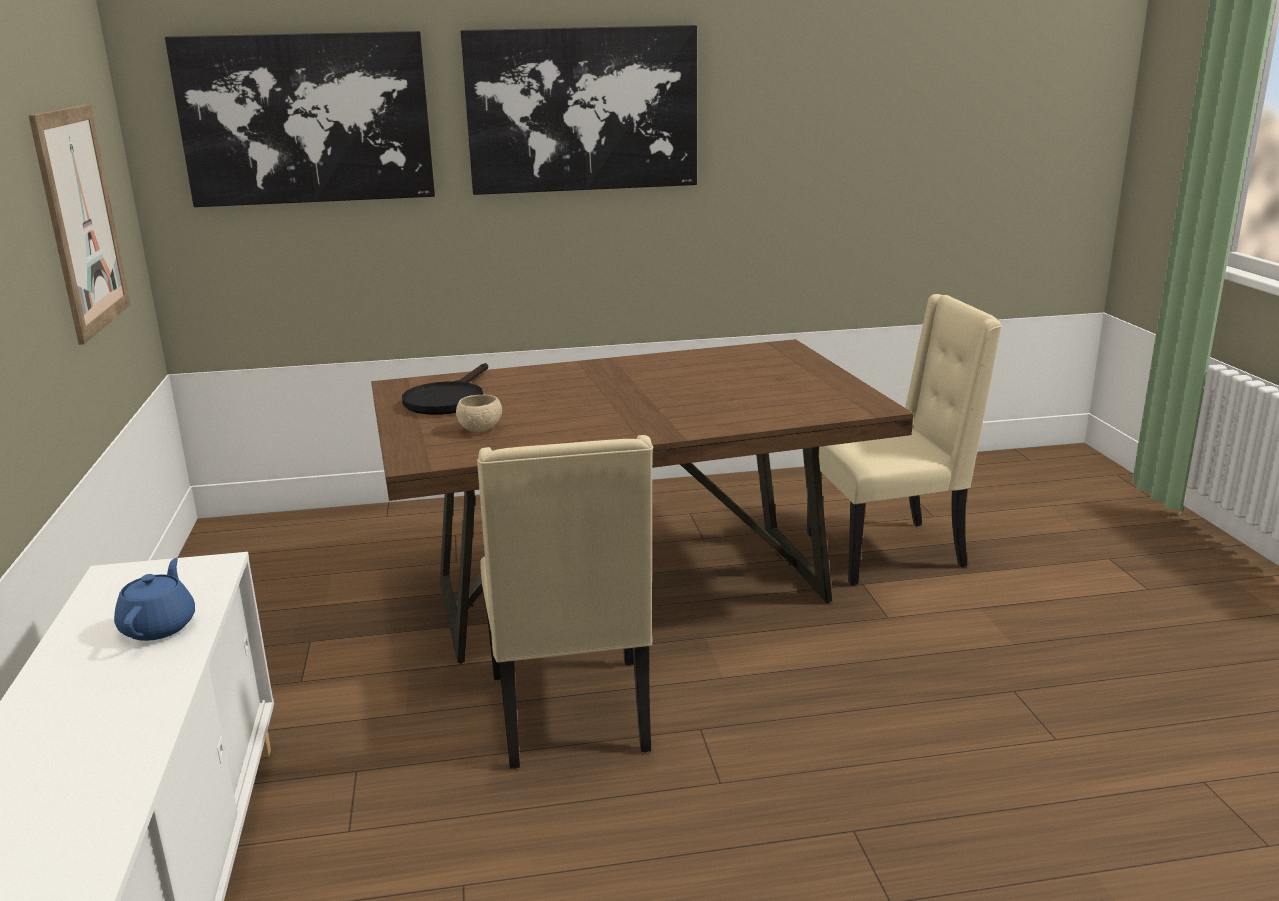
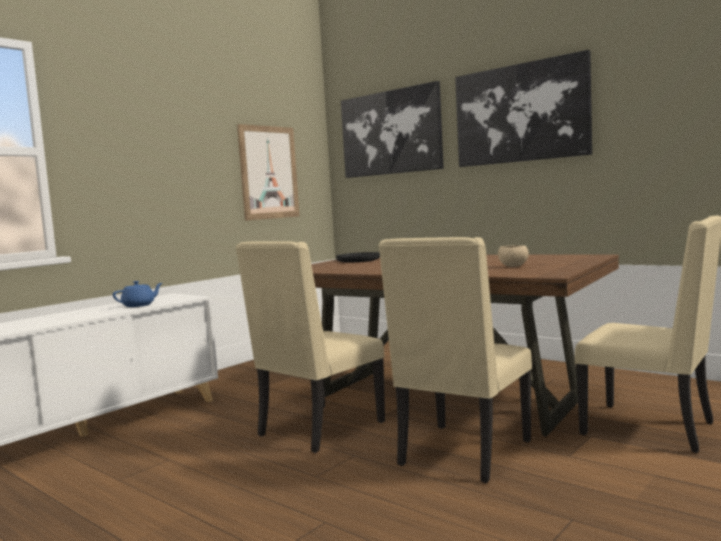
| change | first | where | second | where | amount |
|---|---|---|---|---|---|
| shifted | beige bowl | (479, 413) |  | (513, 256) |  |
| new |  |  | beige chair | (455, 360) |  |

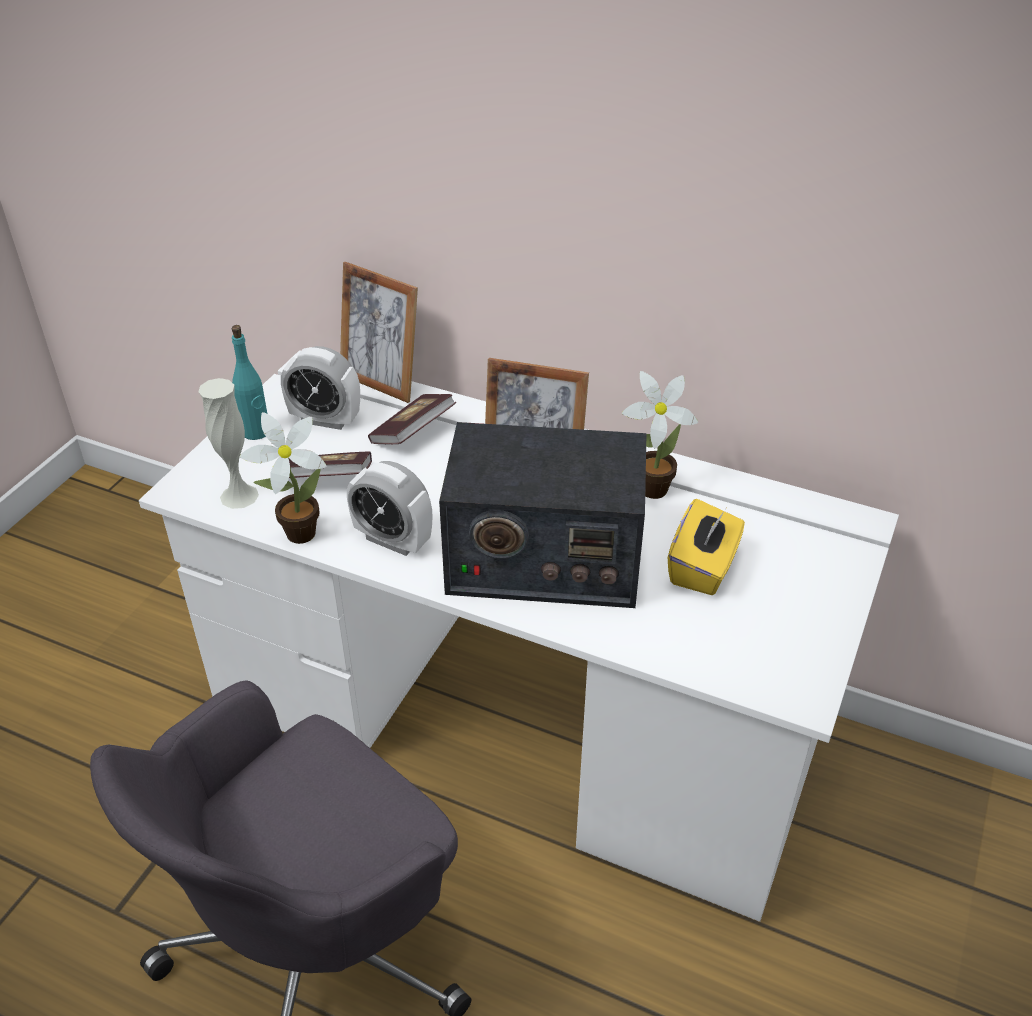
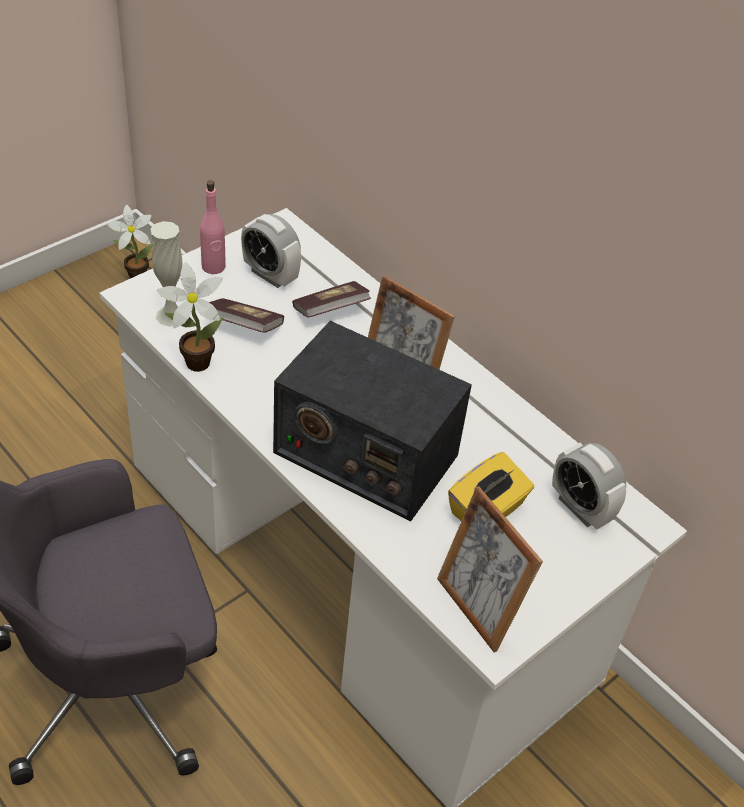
| change | first | where | second | where | amount |
|---|---|---|---|---|---|
| repainted | turquoise bottle | (249, 382) | pink bottle | (213, 227) |  |
| shifted | picture frame | (379, 332) |  | (490, 569) |  |
| shifted | alarm clock | (389, 508) |  | (589, 485) |  |
| shifted | potted plant | (660, 435) |  | (130, 242) |  |

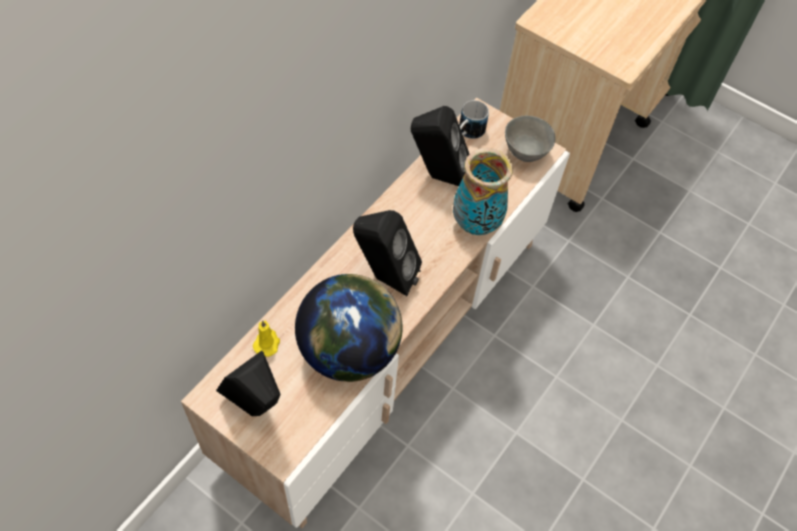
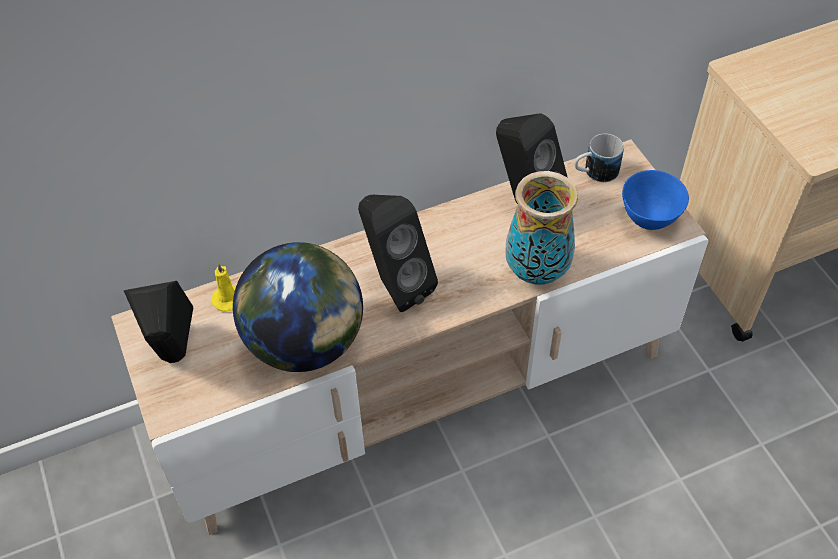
| change | first | where | second | where | amount |
|---|---|---|---|---|---|
| repainted | grey bowl | (530, 139) | blue bowl | (655, 200) |  |

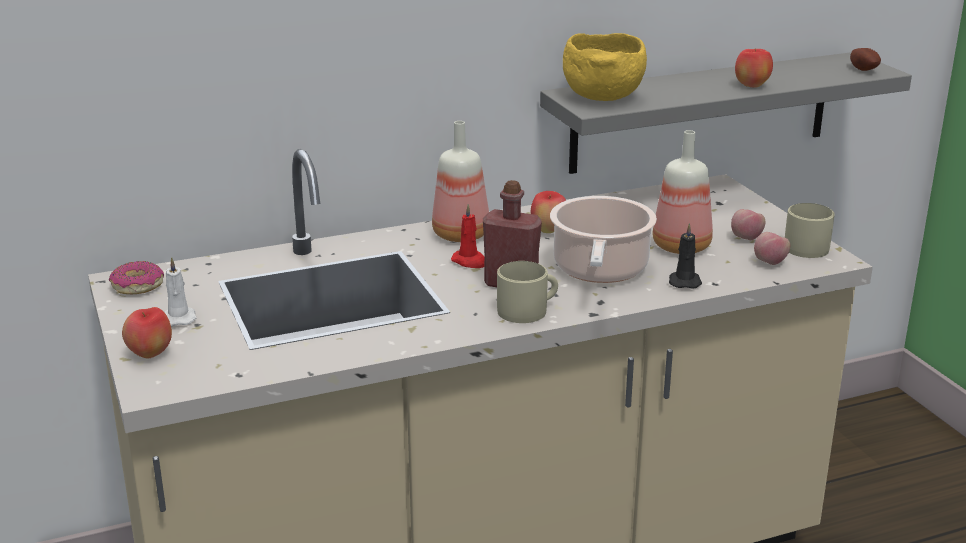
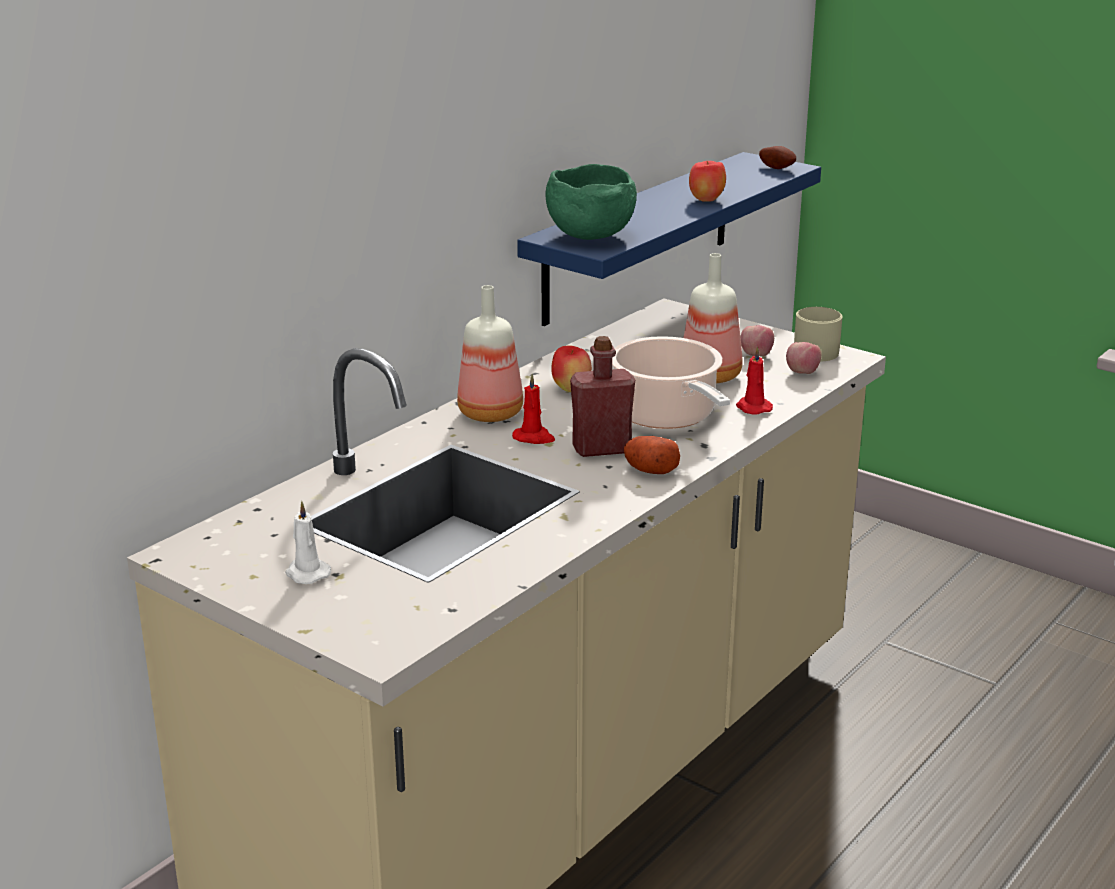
| change | first | where | second | where | amount |
|---|---|---|---|---|---|
| gone | donut | (136, 277) |  |  |  |
| gone | apple | (147, 332) |  |  |  |
| swapped | beige mug | (527, 292) | potato | (652, 455) |  |
| repainted | grey shelf | (726, 113) | blue shelf | (669, 239) |  |
| repainted | yellow bowl | (605, 67) | green bowl | (591, 202) |  |
| repainted | black candle | (685, 256) | red candle | (754, 380) |  |

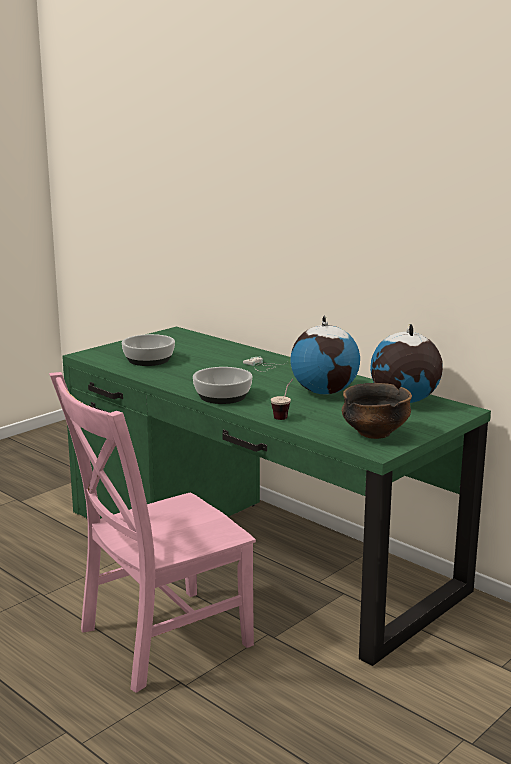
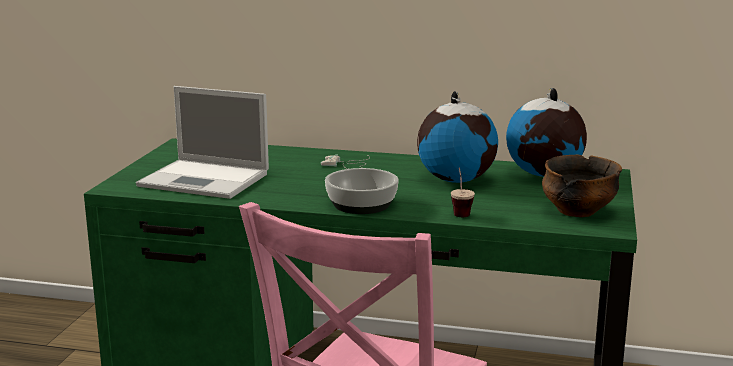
| change | first | where | second | where | amount |
|---|---|---|---|---|---|
| swapped | bowl | (148, 350) | laptop | (202, 142) |  |

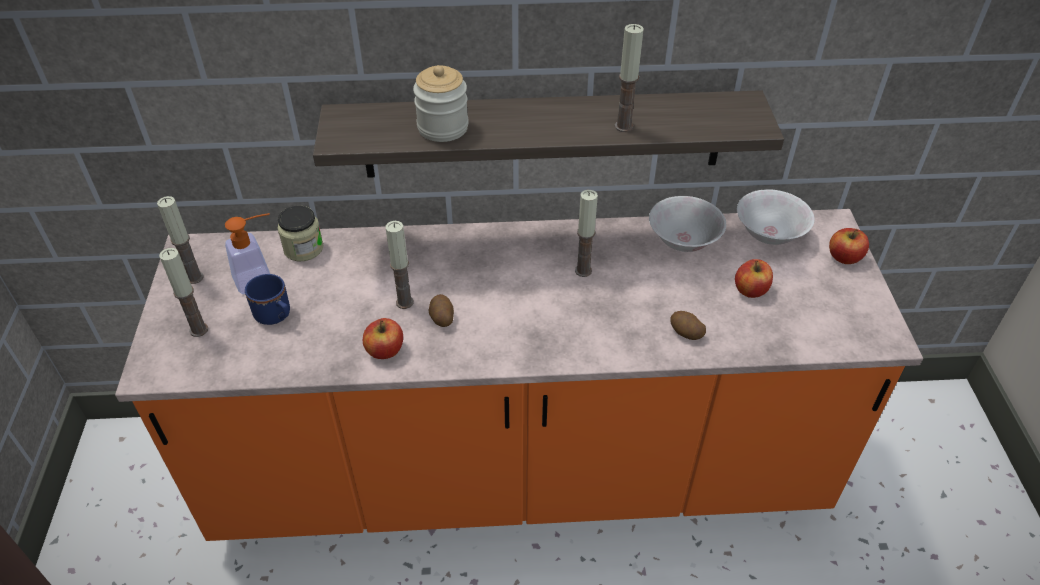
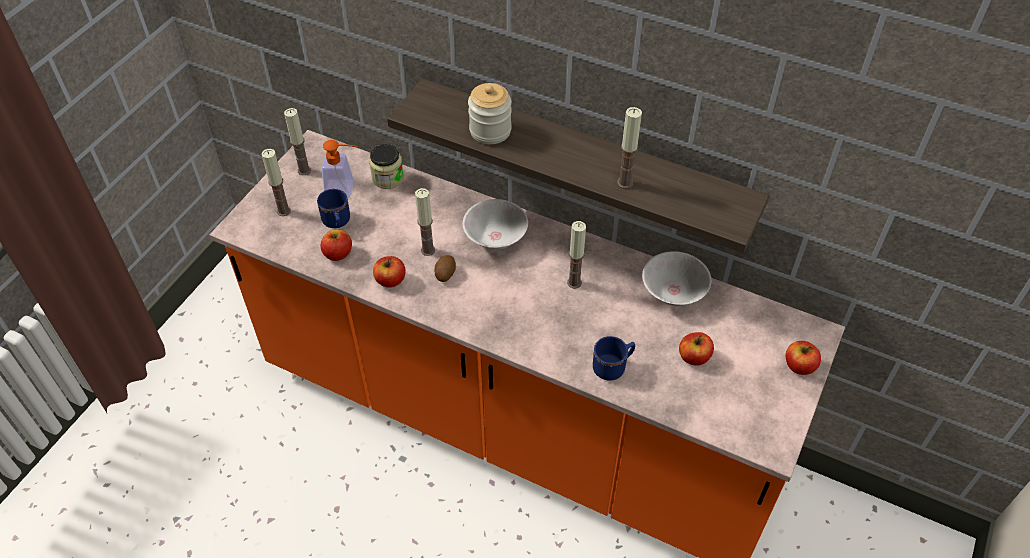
| change | first | where | second | where | amount |
|---|---|---|---|---|---|
| swapped | potato | (688, 325) | blue mug | (614, 358) |  |
| shifted | white bowl | (776, 217) |  | (495, 224) |  |
| new |  |  | apple | (336, 245) |  |

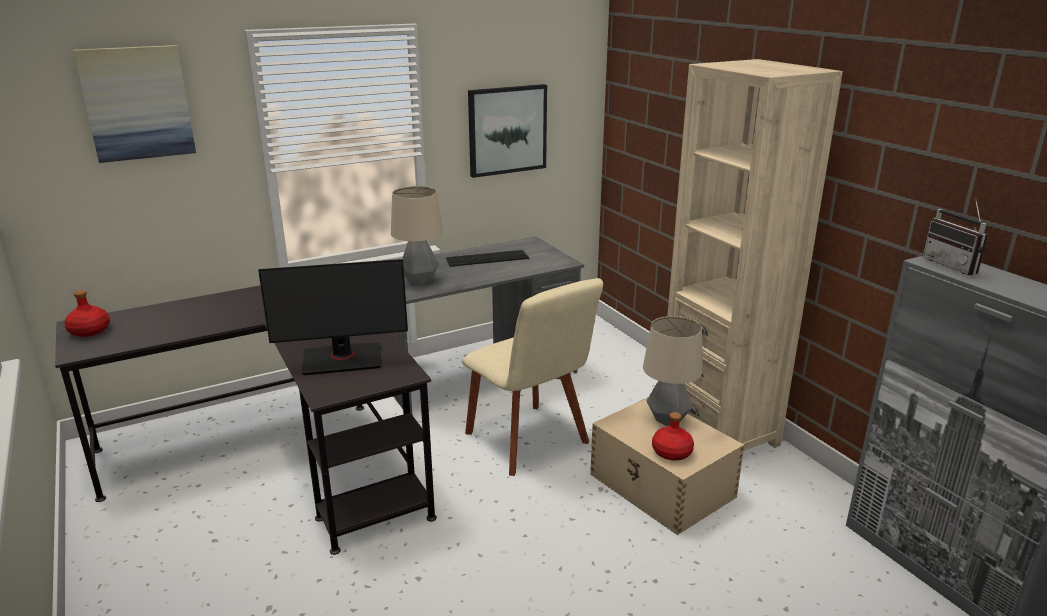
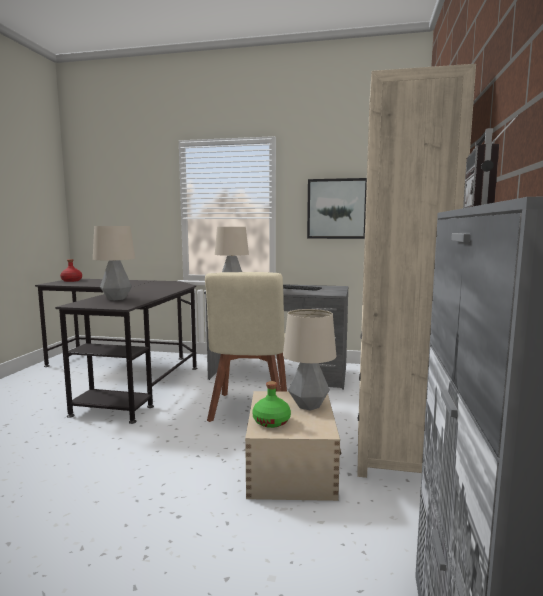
| change | first | where | second | where | amount |
|---|---|---|---|---|---|
| gone | picture | (134, 104) |  |  |  |
| swapped | monitor | (333, 317) | table lamp | (114, 263) |  |
| repainted | red bottle | (673, 436) | green bottle | (271, 404) |  |

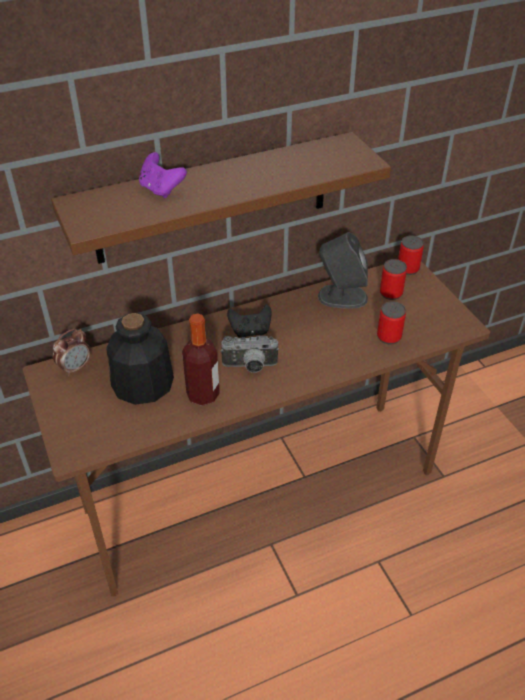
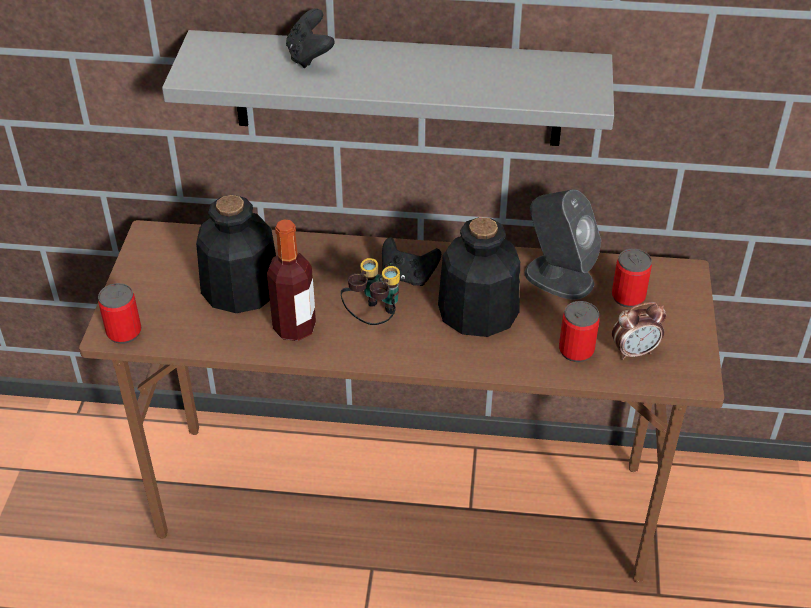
| change | first | where | second | where | amount |
|---|---|---|---|---|---|
| repainted | brown shelf | (221, 198) | grey shelf | (388, 88) |  |
| shifted | alarm clock | (71, 352) |  | (639, 331) |  |
| repainted | purple game controller | (163, 175) | black game controller | (310, 38) |  |
| swapped | photo camera | (250, 354) | binoculars | (370, 291) |  |
| shifted | can | (411, 255) |  | (119, 313) |  |
| new |  |  | bottle | (479, 277) |  |

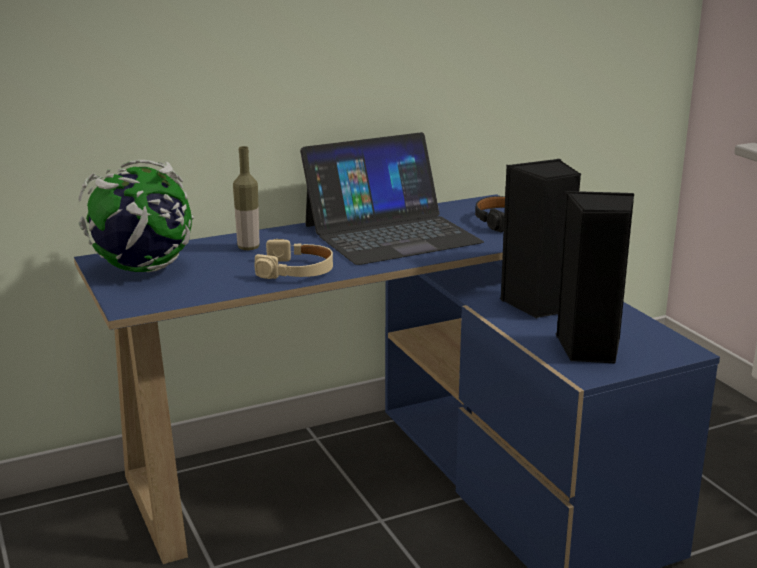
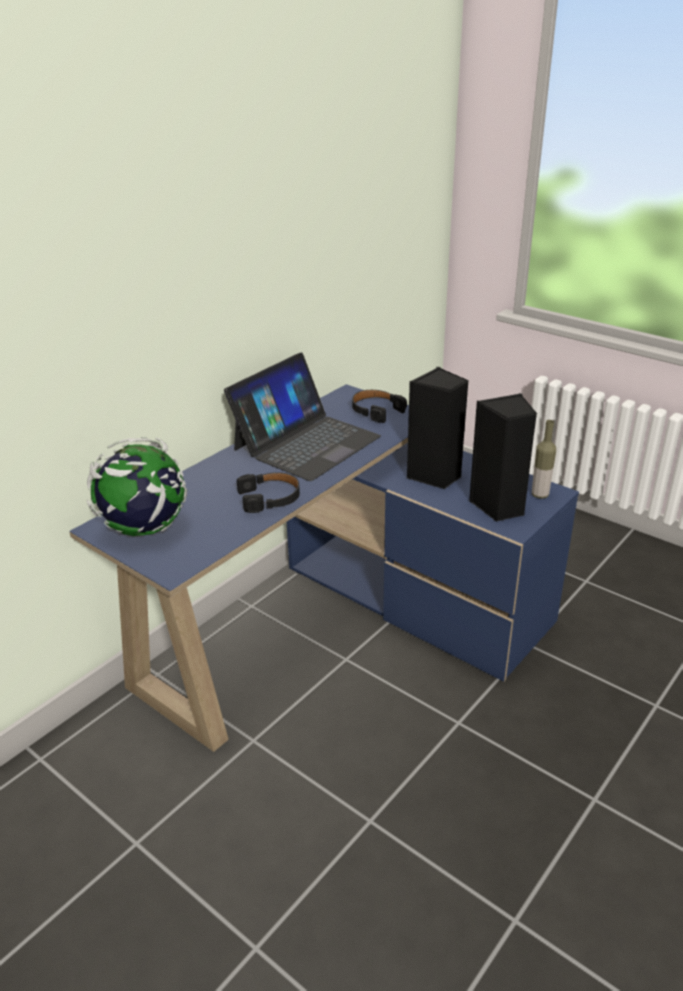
| change | first | where | second | where | amount |
|---|---|---|---|---|---|
| shifted | bottle | (246, 198) |  | (544, 459) |  |
| repainted | beige headphones | (294, 259) | black headphones | (268, 492) |  |

